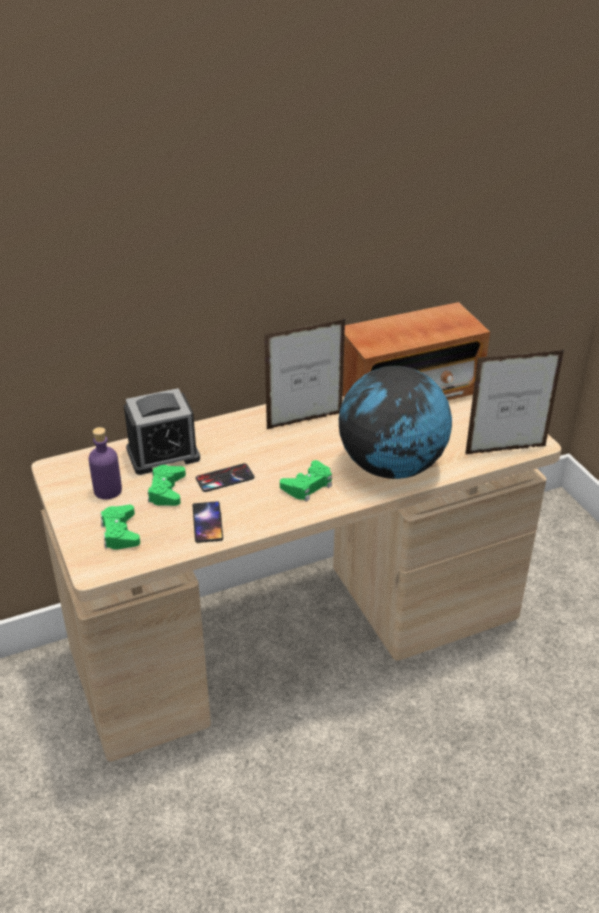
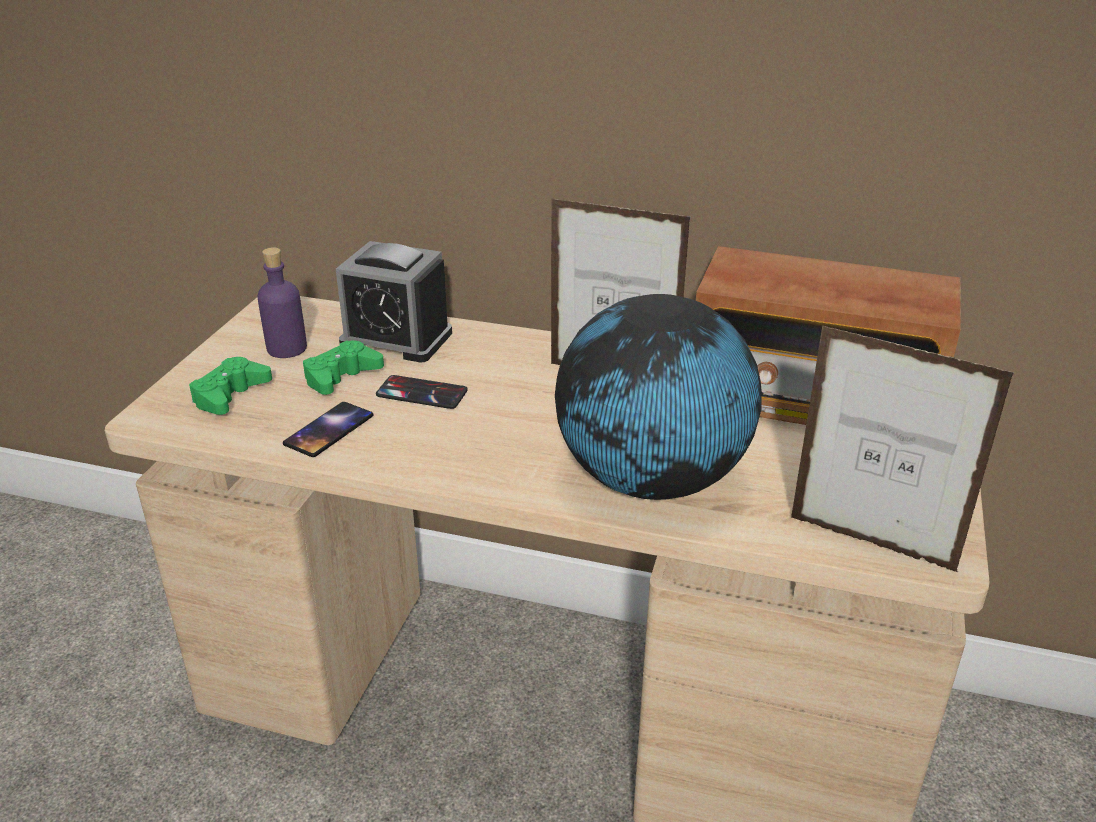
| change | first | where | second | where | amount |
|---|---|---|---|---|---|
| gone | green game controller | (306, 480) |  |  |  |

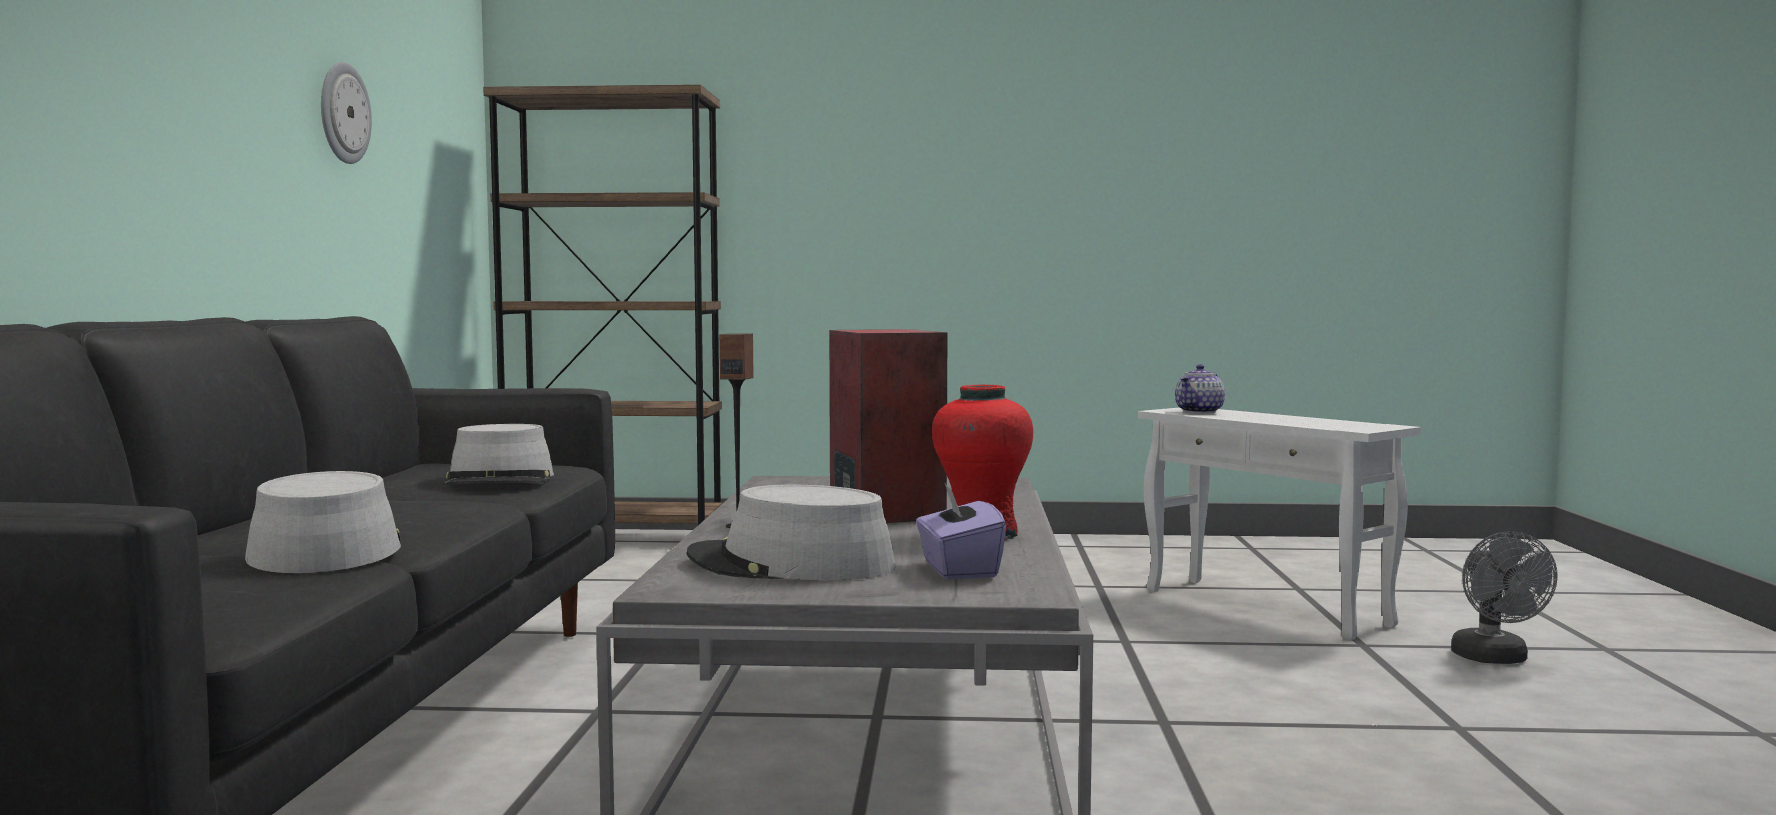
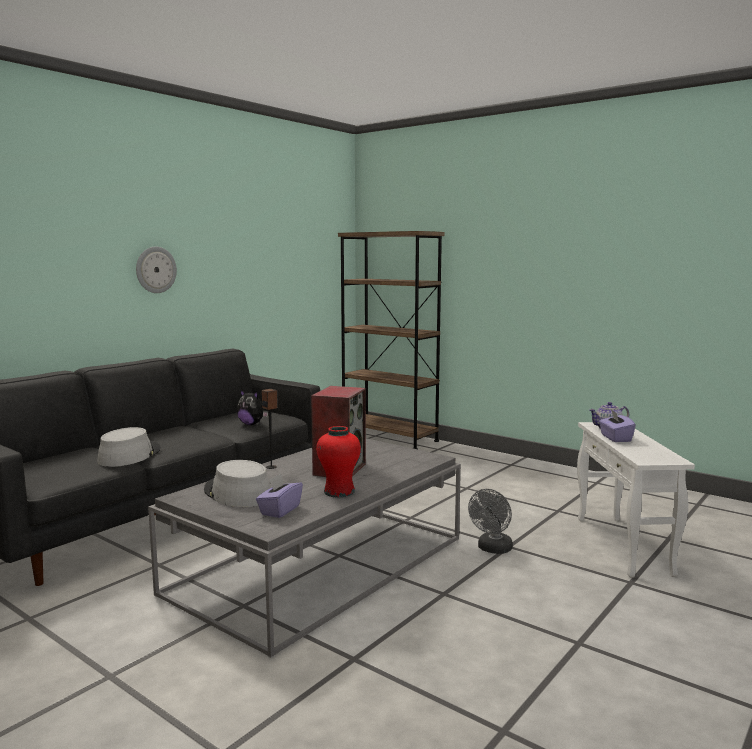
| change | first | where | second | where | amount |
|---|---|---|---|---|---|
| shifted | wall clock | (346, 113) |  | (156, 269) |  |
| swapped | grey hat | (498, 455) | plush toy | (252, 407) |  |
| shifted | grey fan | (1504, 597) |  | (490, 521) |  |
| new |  |  | purple tissue box | (617, 426) |  |

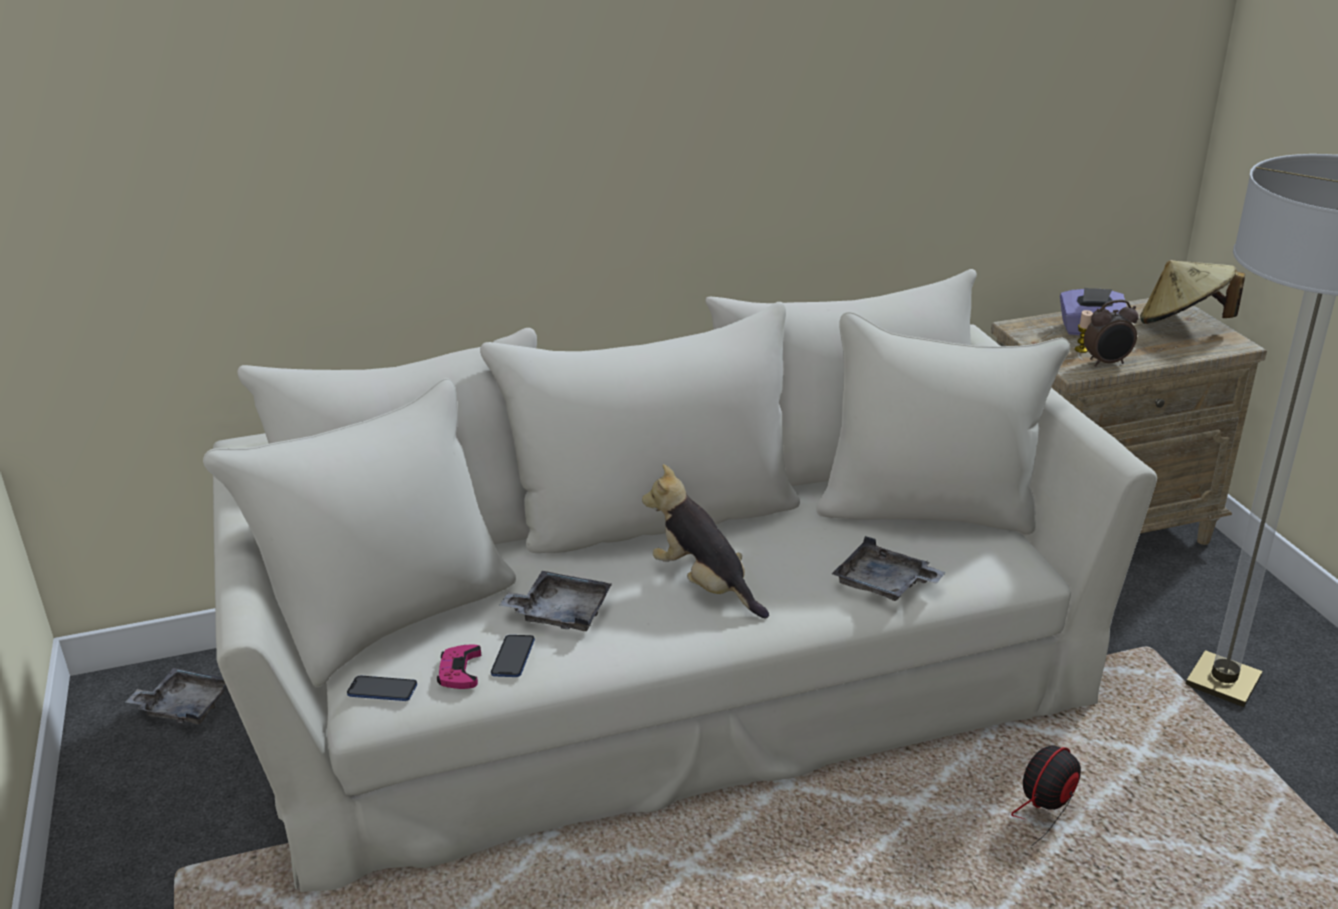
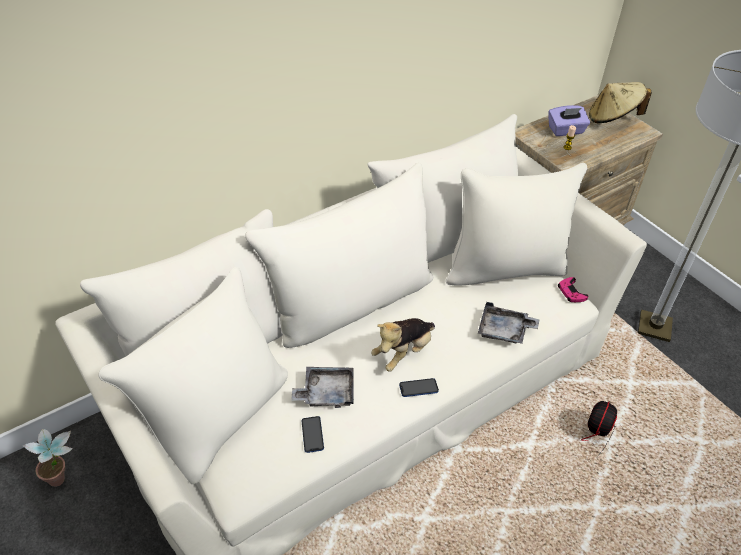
| change | first | where | second | where | amount |
|---|---|---|---|---|---|
| swapped | grey tray | (175, 696) | potted plant | (48, 458) |  |
| shifted | phone | (382, 688) |  | (419, 387) |  |
| shifted | pink game controller | (459, 667) |  | (573, 289) |  |
| rotated | plush toy | (705, 541) |  | (403, 344) | 75 degrees counterclockwise |
| gone | alarm clock | (1111, 333) |  |  |  |

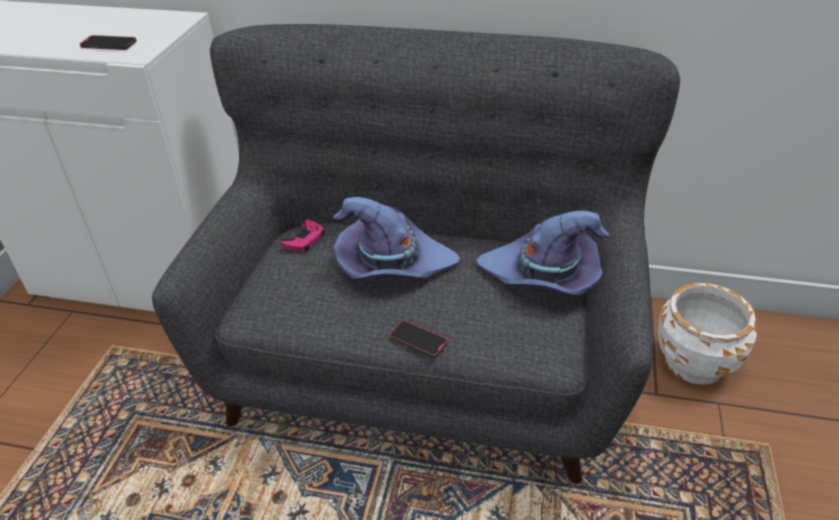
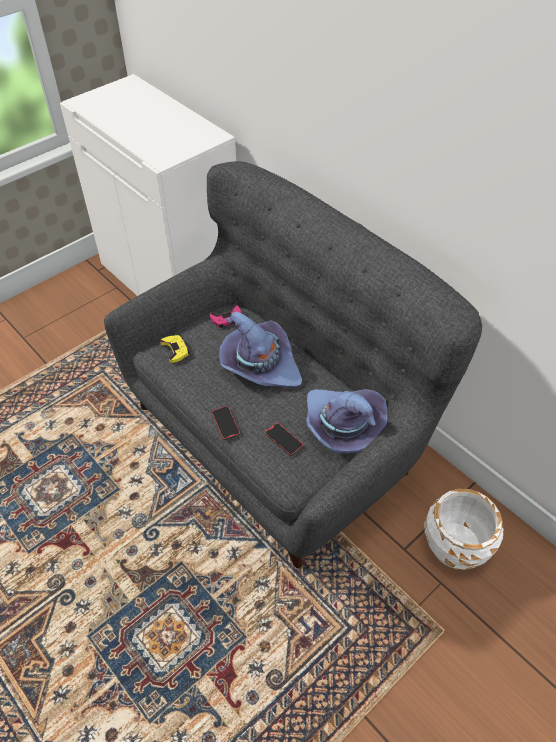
| change | first | where | second | where | amount |
|---|---|---|---|---|---|
| shifted | phone | (108, 42) |  | (284, 439) |  |
| new |  |  | yellow game controller | (175, 349) |  |

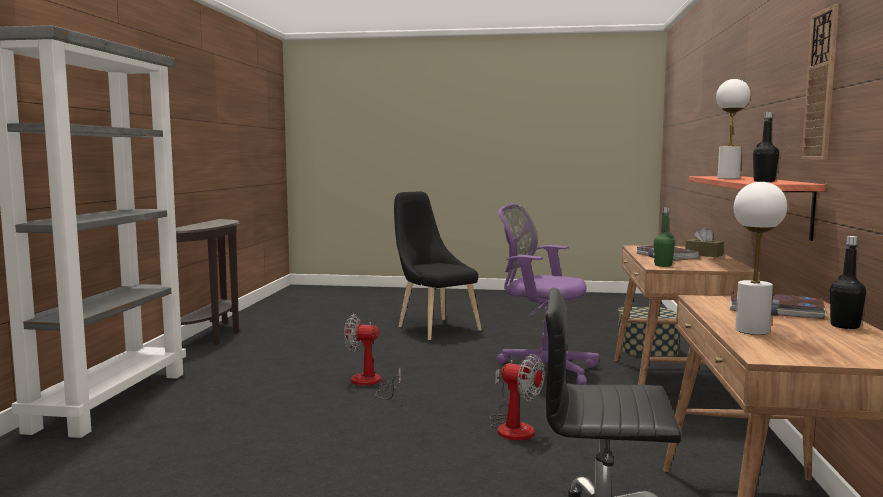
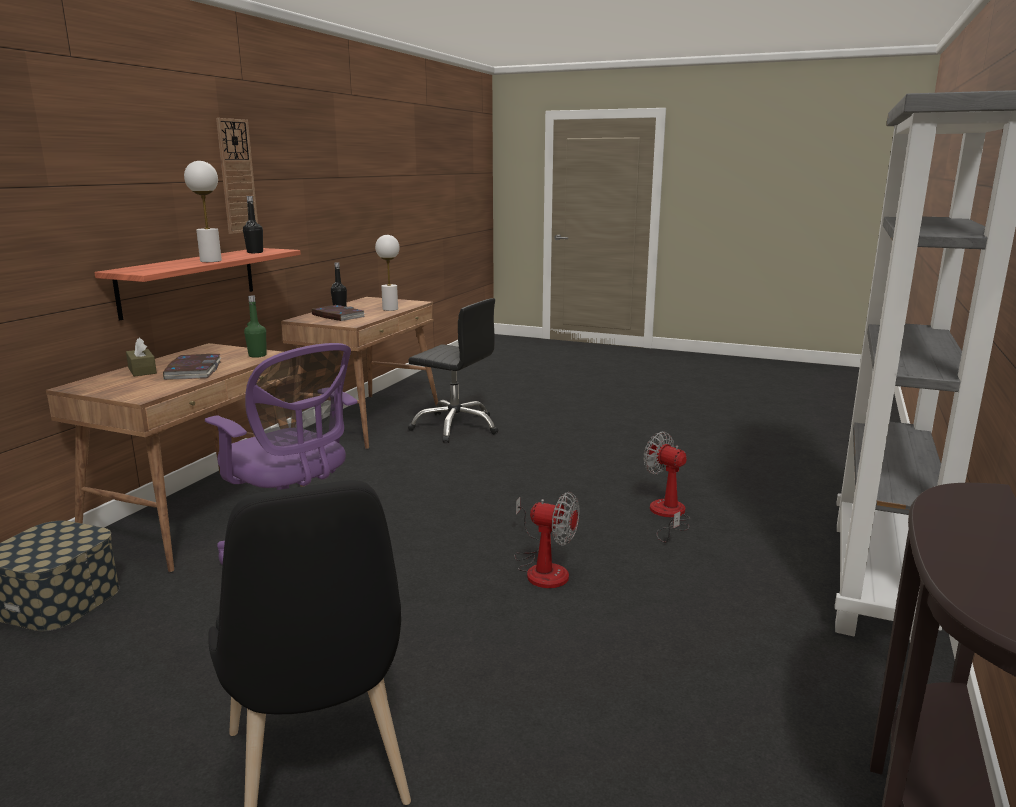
| change | first | where | second | where | amount |
|---|---|---|---|---|---|
| shifted | fan | (516, 397) |  | (666, 487) |  |

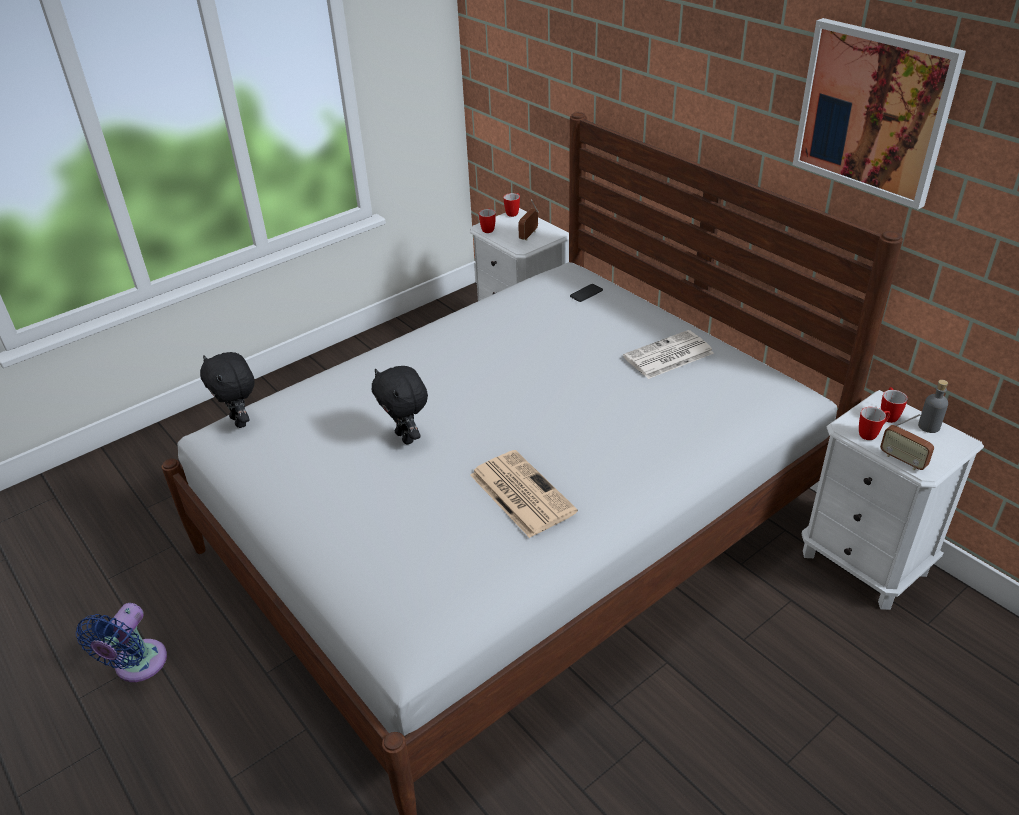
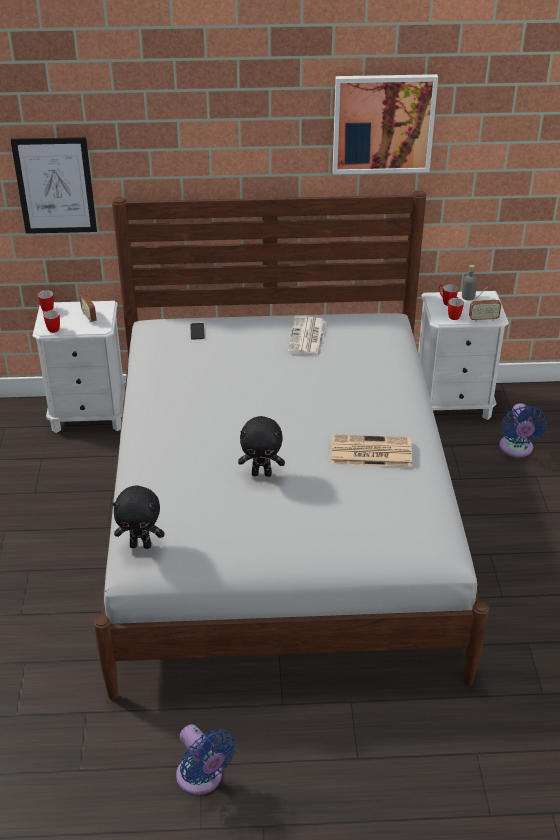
| change | first | where | second | where | amount |
|---|---|---|---|---|---|
| new |  |  | picture | (54, 185) |  |
| new |  |  | blue fan | (523, 430) |  |

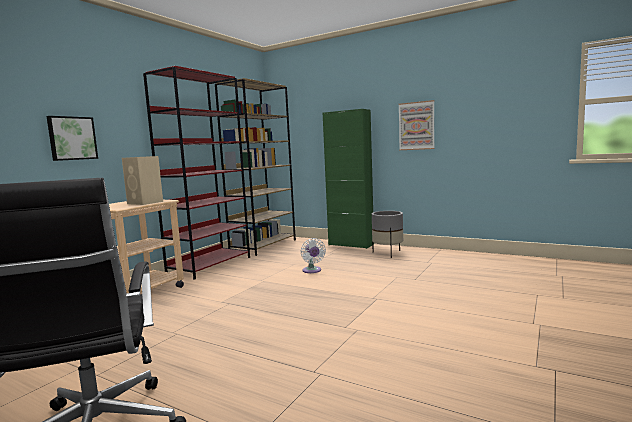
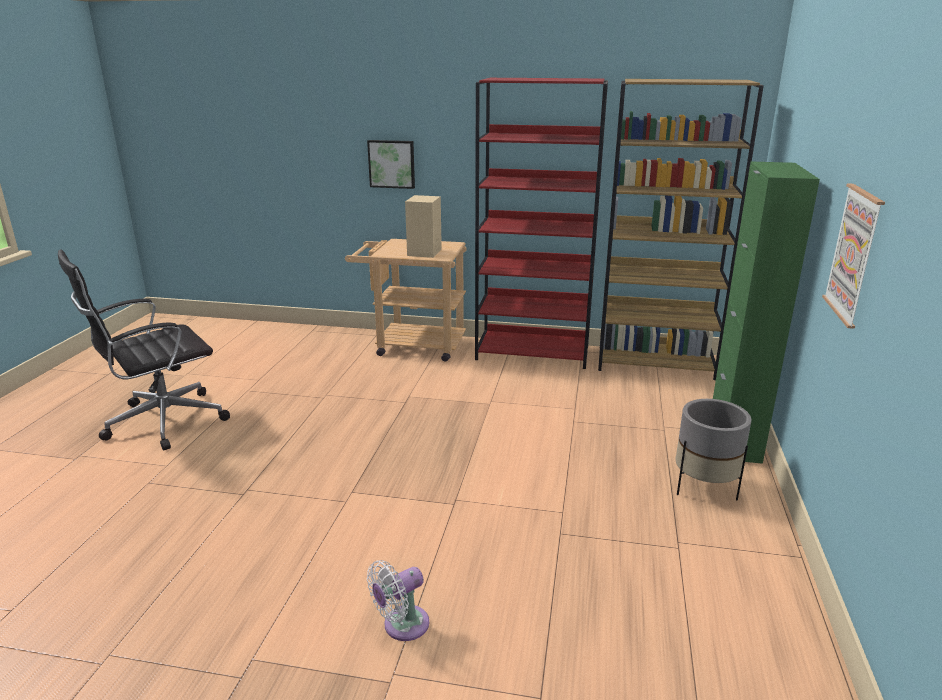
| change | first | where | second | where | amount |
|---|---|---|---|---|---|
| shifted | white fan | (313, 255) |  | (398, 600) |  |

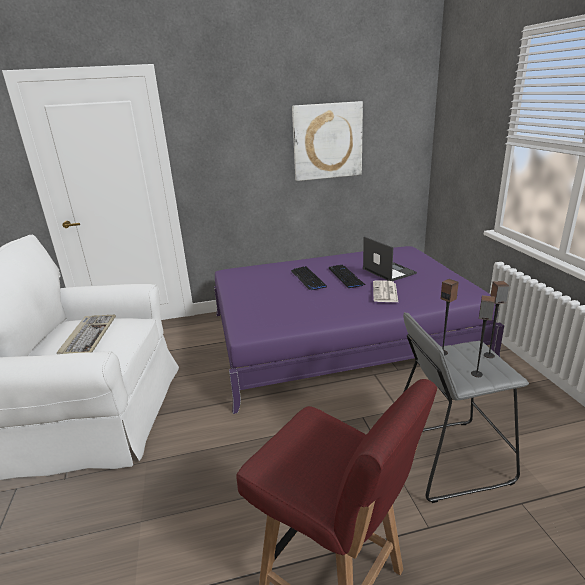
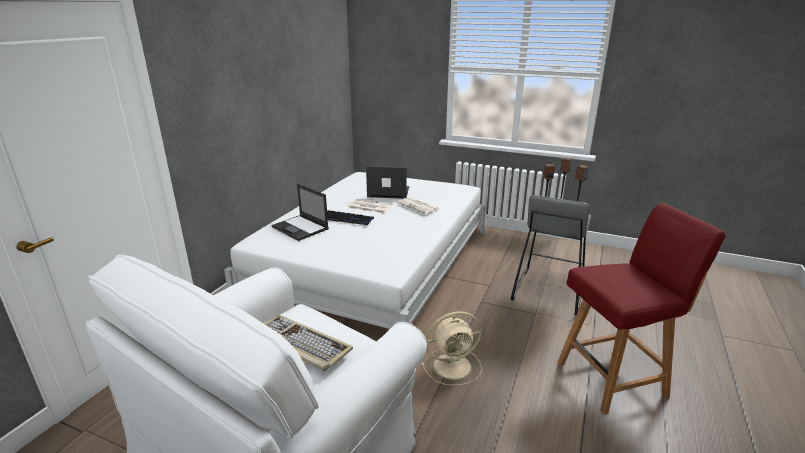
| change | first | where | second | where | amount |
|---|---|---|---|---|---|
| repainted | purple bed | (359, 330) | white bed | (355, 250) |  |
| gone | picture | (327, 141) |  |  |  |
| swapped | keyboard | (347, 276) | newspaper | (370, 206) |  |
| new |  |  | laptop | (300, 212) |  |
| new |  |  | beige fan | (451, 348) |  |

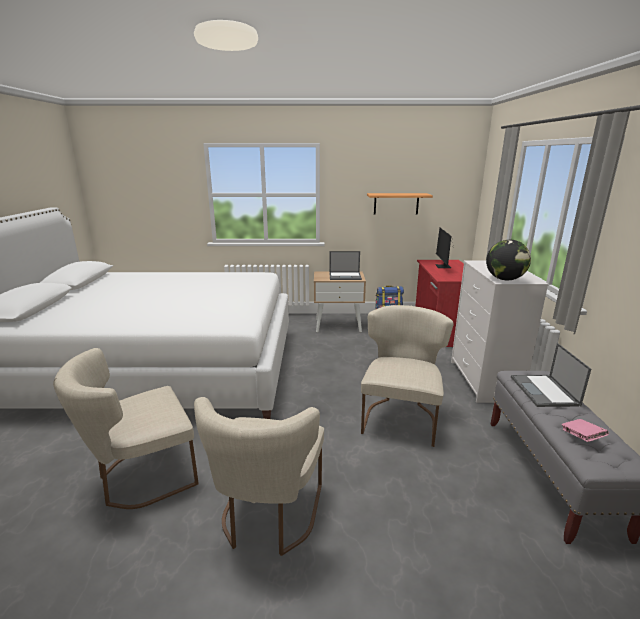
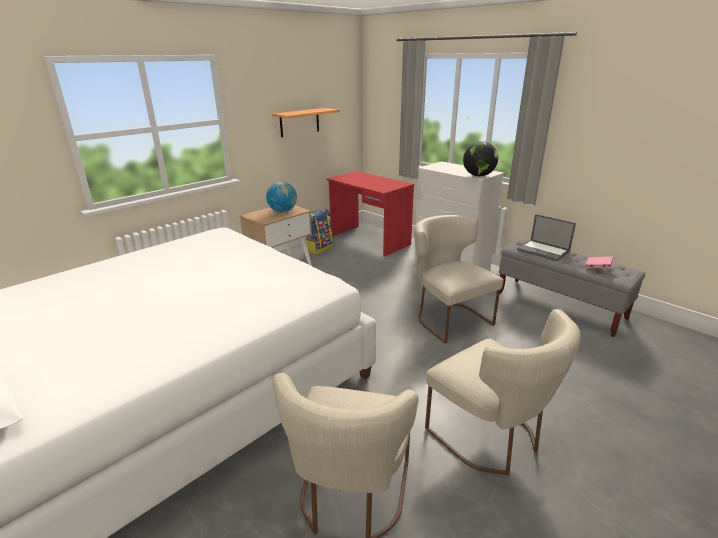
| change | first | where | second | where | amount |
|---|---|---|---|---|---|
| swapped | laptop | (345, 265) | globe | (281, 197) |  |
| gone | monitor | (444, 248) |  |  |  |

